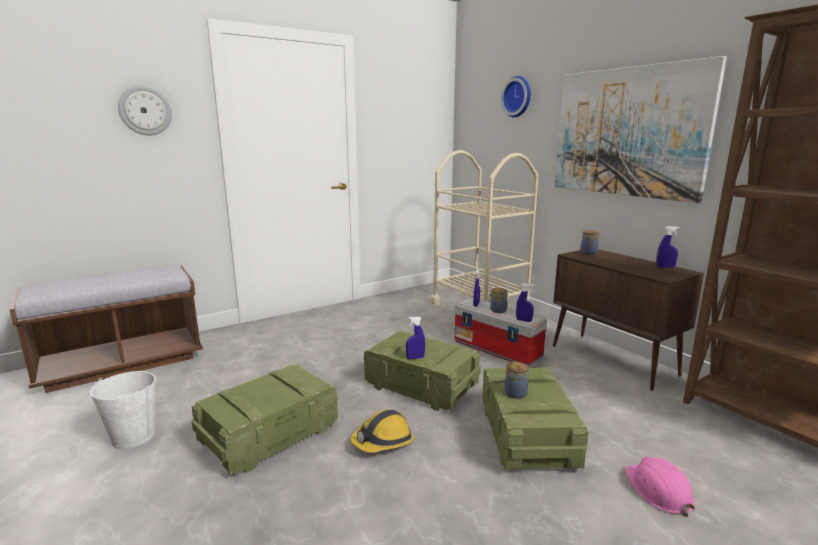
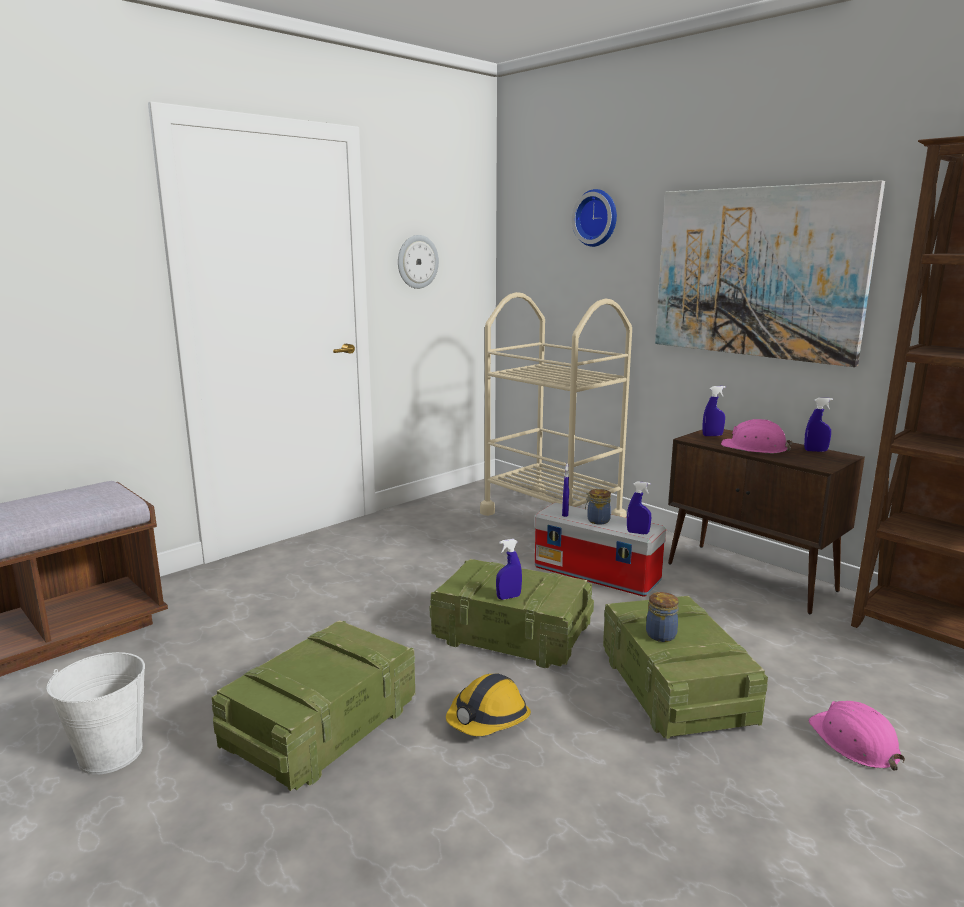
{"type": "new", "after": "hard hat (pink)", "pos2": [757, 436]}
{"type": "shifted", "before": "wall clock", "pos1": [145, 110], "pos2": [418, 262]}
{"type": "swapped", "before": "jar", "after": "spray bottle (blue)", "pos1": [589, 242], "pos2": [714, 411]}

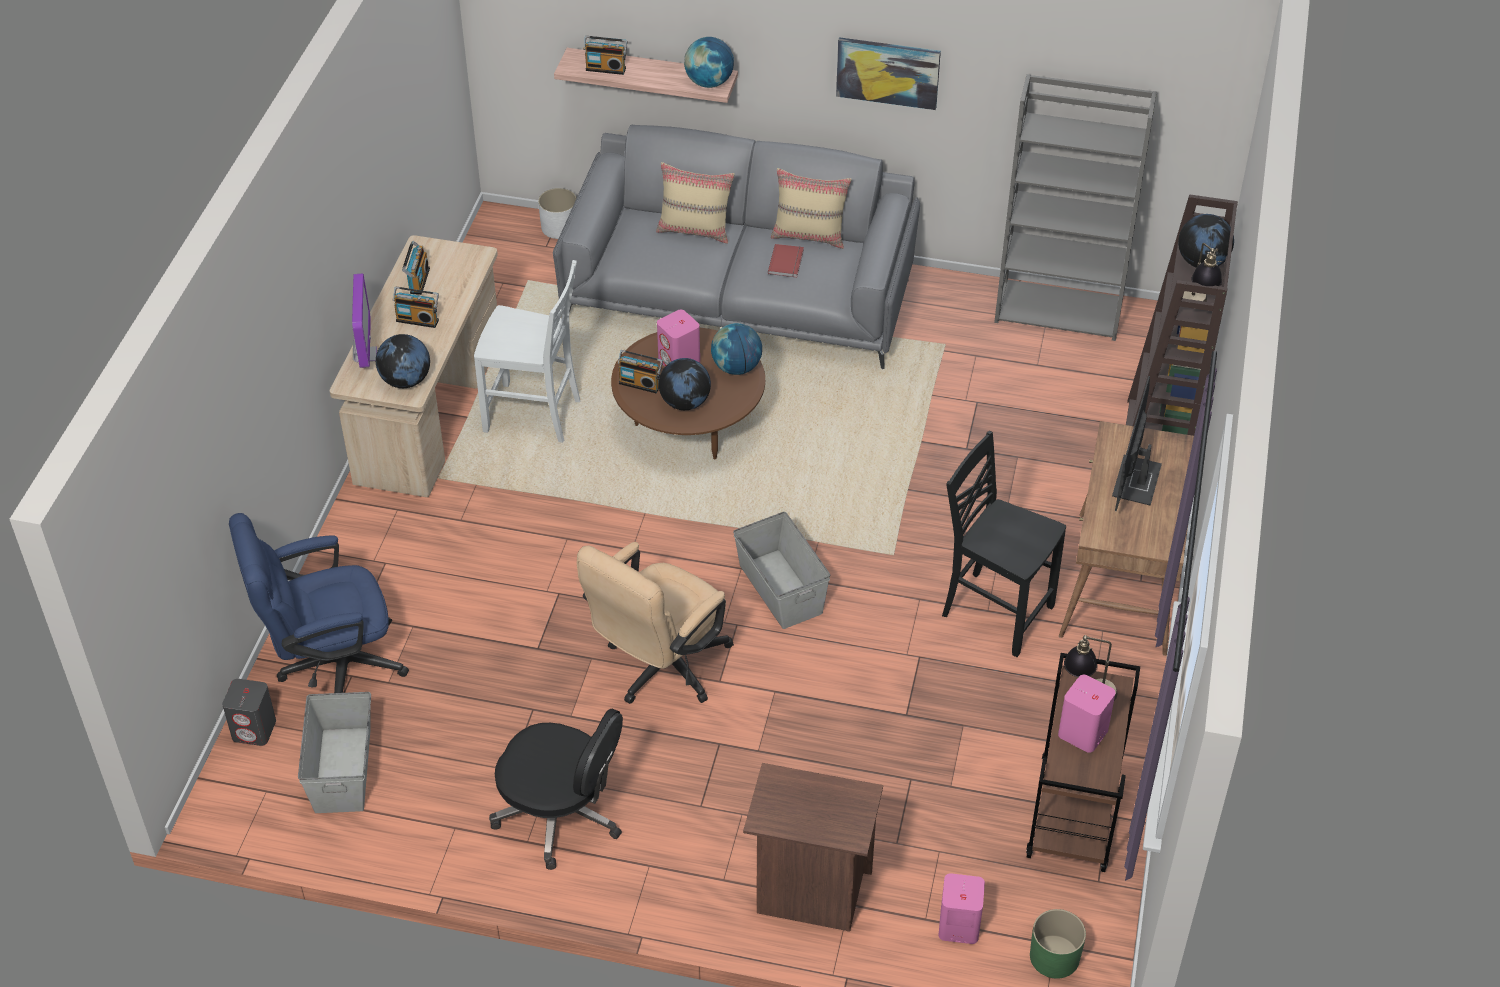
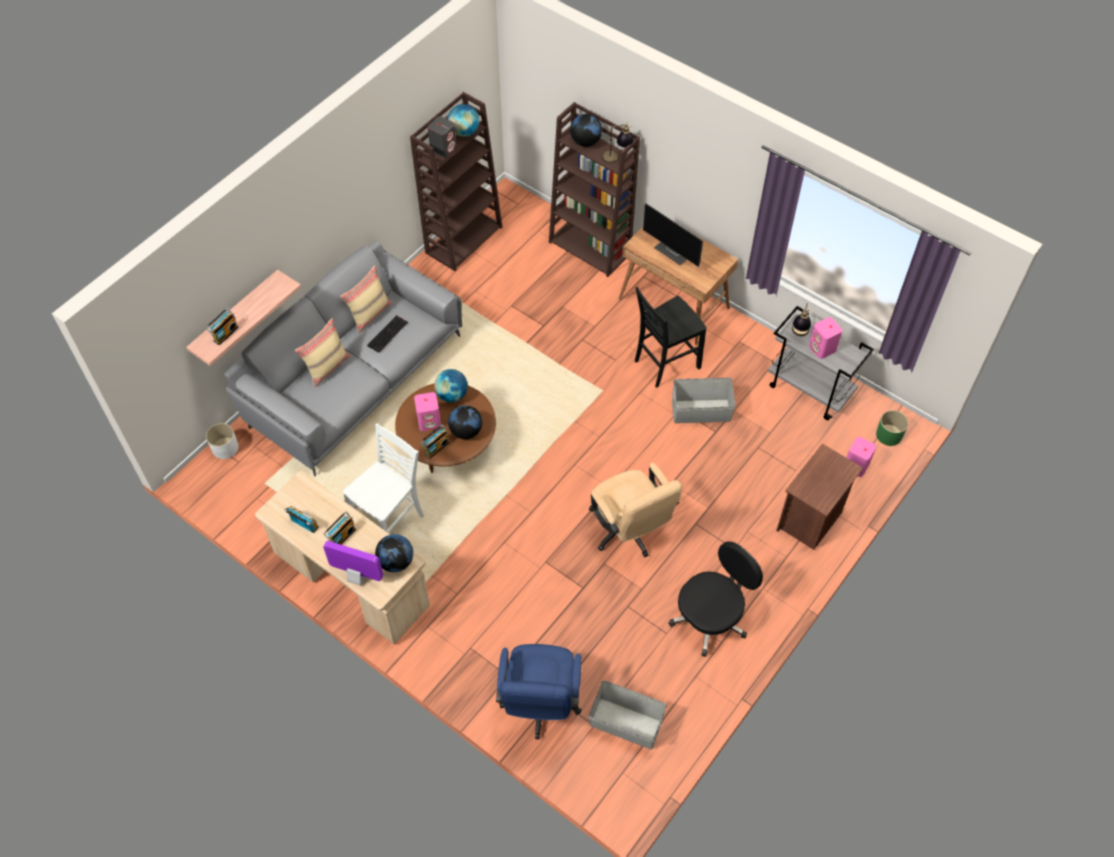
{"type": "gone", "before": "picture", "pos1": [888, 73]}
{"type": "shifted", "before": "speaker (grey)", "pos1": [249, 712], "pos2": [442, 137]}
{"type": "shifted", "before": "globe", "pos1": [709, 62], "pos2": [463, 120]}
{"type": "shifted", "before": "storage box (grey)", "pos1": [781, 570], "pos2": [704, 400]}
{"type": "swapped", "before": "book (red)", "after": "keyboard", "pos1": [786, 260], "pos2": [387, 334]}
{"type": "repainted", "before": "bookcase (grey)", "after": "bookcase (brown)", "pos1": [1075, 207], "pos2": [456, 181]}
{"type": "repainted", "before": "cart (brown)", "after": "cart (grey)", "pos1": [1083, 762], "pos2": [821, 363]}

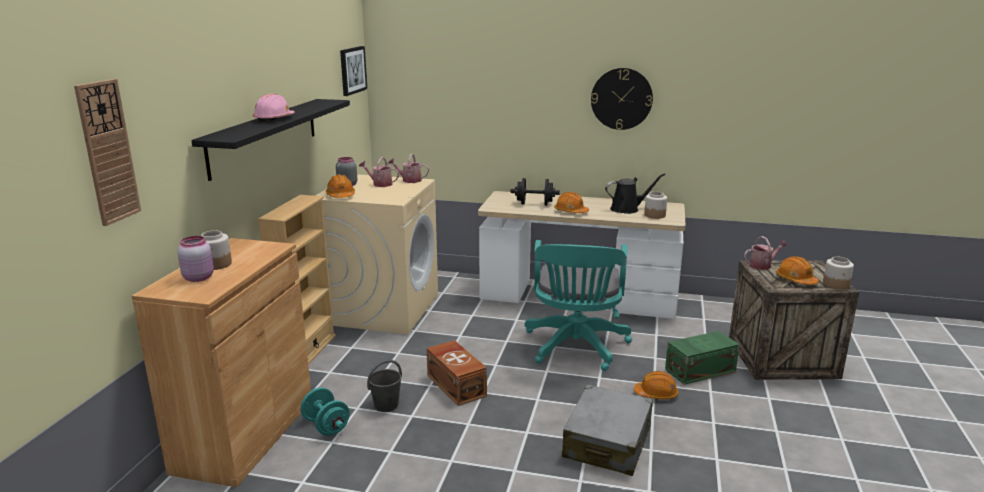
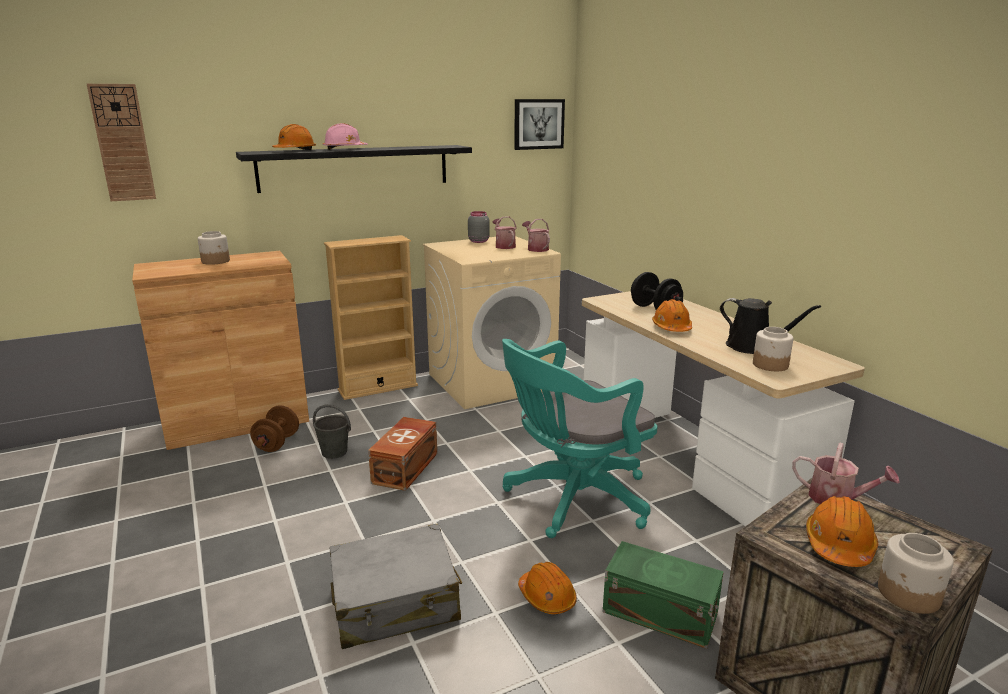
{"type": "gone", "before": "jar (pink)", "pos1": [196, 259]}
{"type": "gone", "before": "wall clock", "pos1": [622, 99]}
{"type": "shifted", "before": "hard hat (orange)", "pos1": [340, 186], "pos2": [294, 137]}
{"type": "repainted", "before": "dumbbell (turquoise)", "after": "dumbbell (brown)", "pos1": [325, 411], "pos2": [274, 428]}

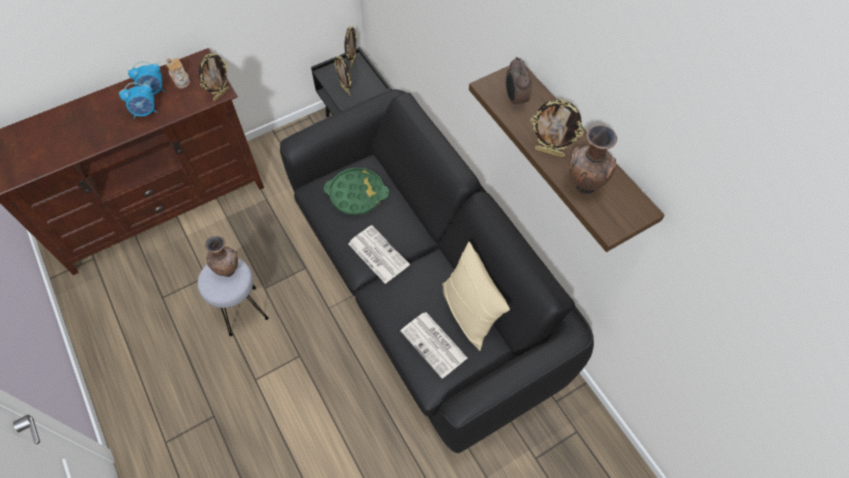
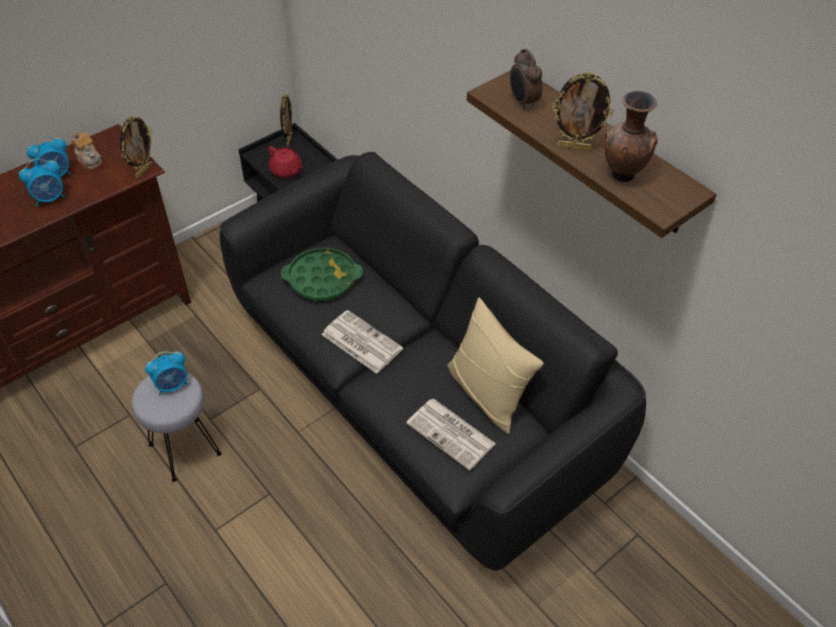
{"type": "swapped", "before": "vase (brown)", "after": "alarm clock", "pos1": [221, 256], "pos2": [166, 373]}
{"type": "swapped", "before": "picture frame", "after": "teapot (red)", "pos1": [343, 76], "pos2": [285, 162]}

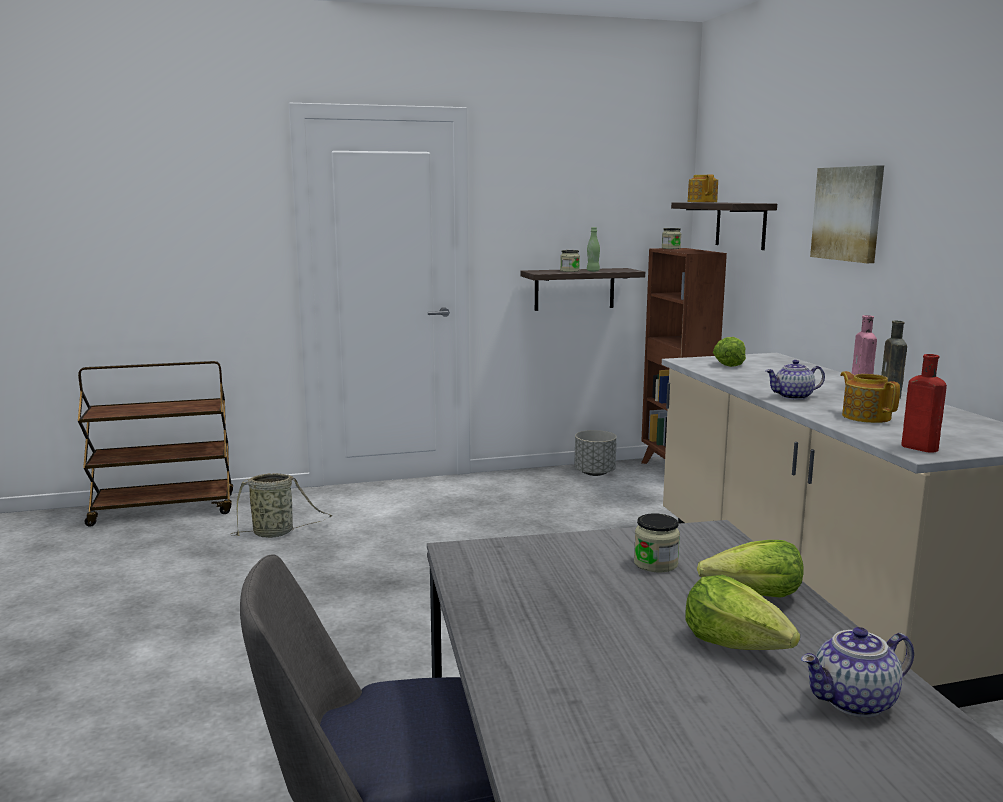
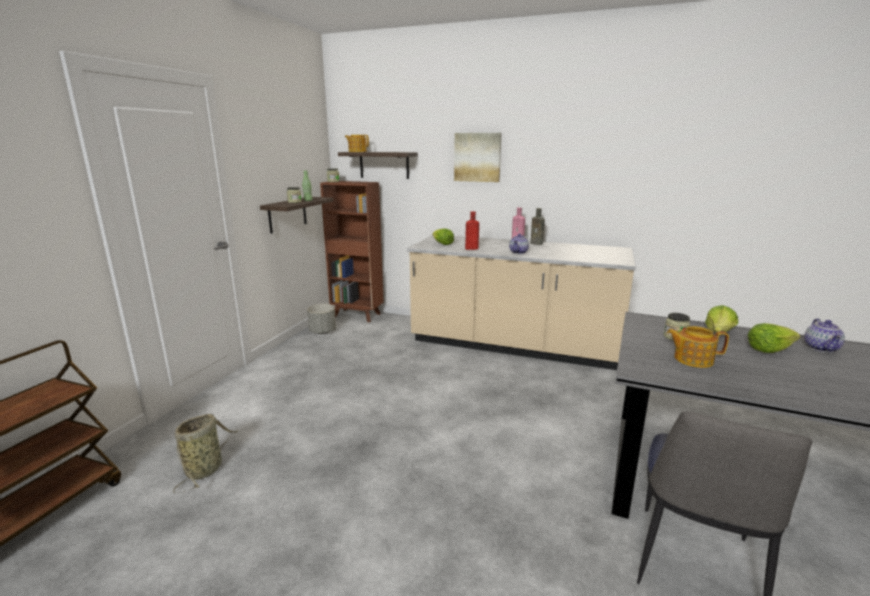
{"type": "shifted", "before": "teapot", "pos1": [870, 397], "pos2": [698, 347]}
{"type": "shifted", "before": "bottle (red)", "pos1": [924, 403], "pos2": [472, 230]}

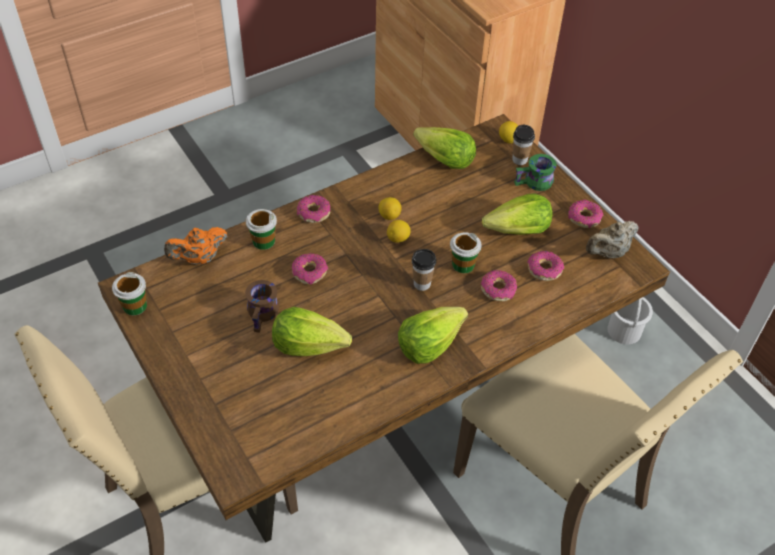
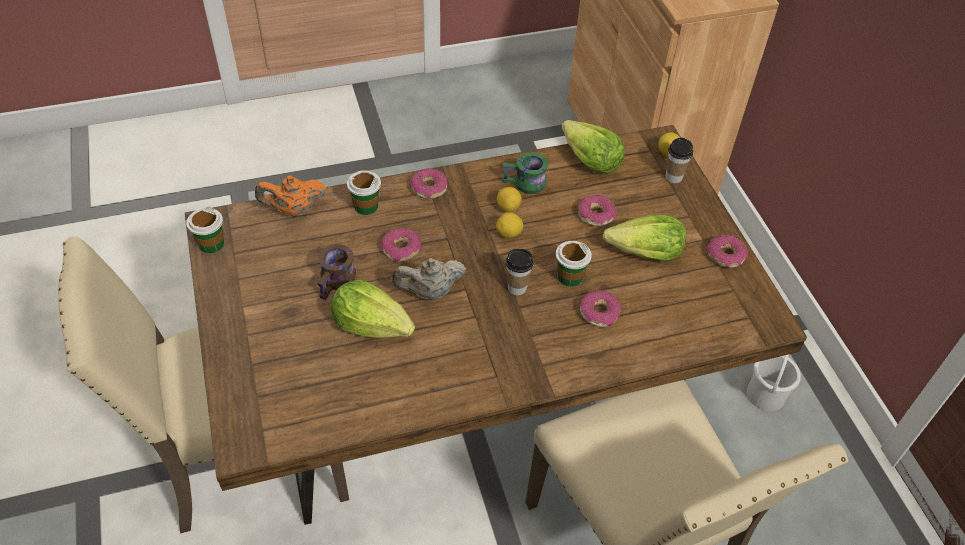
{"type": "gone", "before": "lettuce", "pos1": [433, 335]}
{"type": "shifted", "before": "mug (green)", "pos1": [535, 172], "pos2": [525, 173]}
{"type": "shifted", "before": "donut", "pos1": [545, 266], "pos2": [597, 210]}
{"type": "shifted", "before": "teapot (beige)", "pos1": [612, 239], "pos2": [429, 279]}

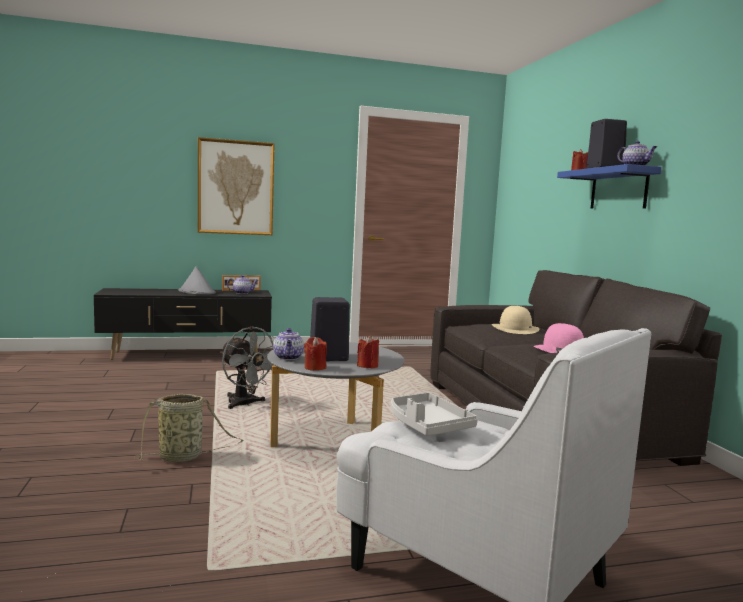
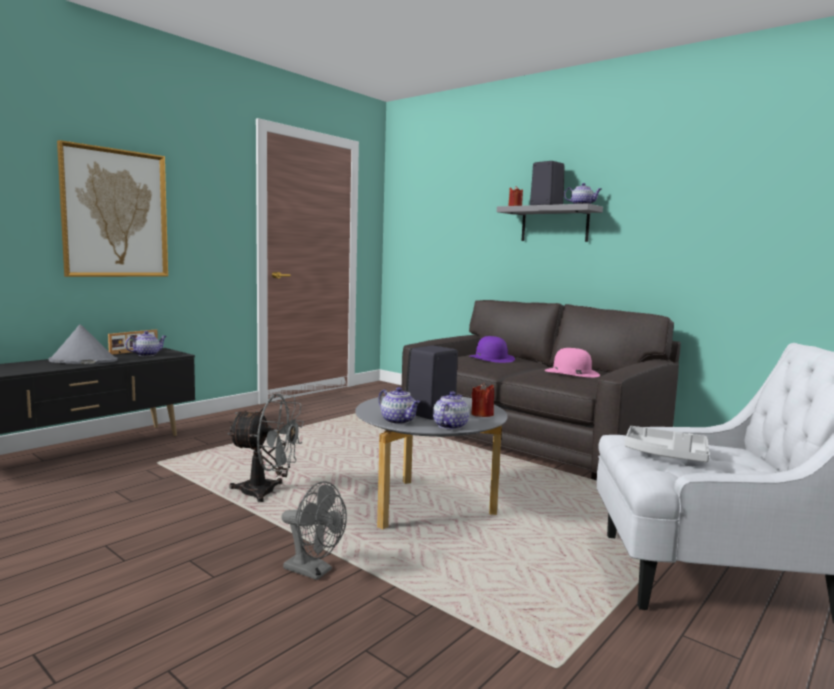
{"type": "swapped", "before": "basket", "after": "fan (grey)", "pos1": [189, 428], "pos2": [314, 530]}
{"type": "swapped", "before": "candle (red)", "after": "teapot", "pos1": [315, 354], "pos2": [451, 410]}
{"type": "repainted", "before": "hat (beige)", "after": "hat (purple)", "pos1": [516, 320], "pos2": [492, 349]}
{"type": "repainted", "before": "shelf (blue)", "after": "shelf (grey)", "pos1": [609, 186], "pos2": [550, 222]}

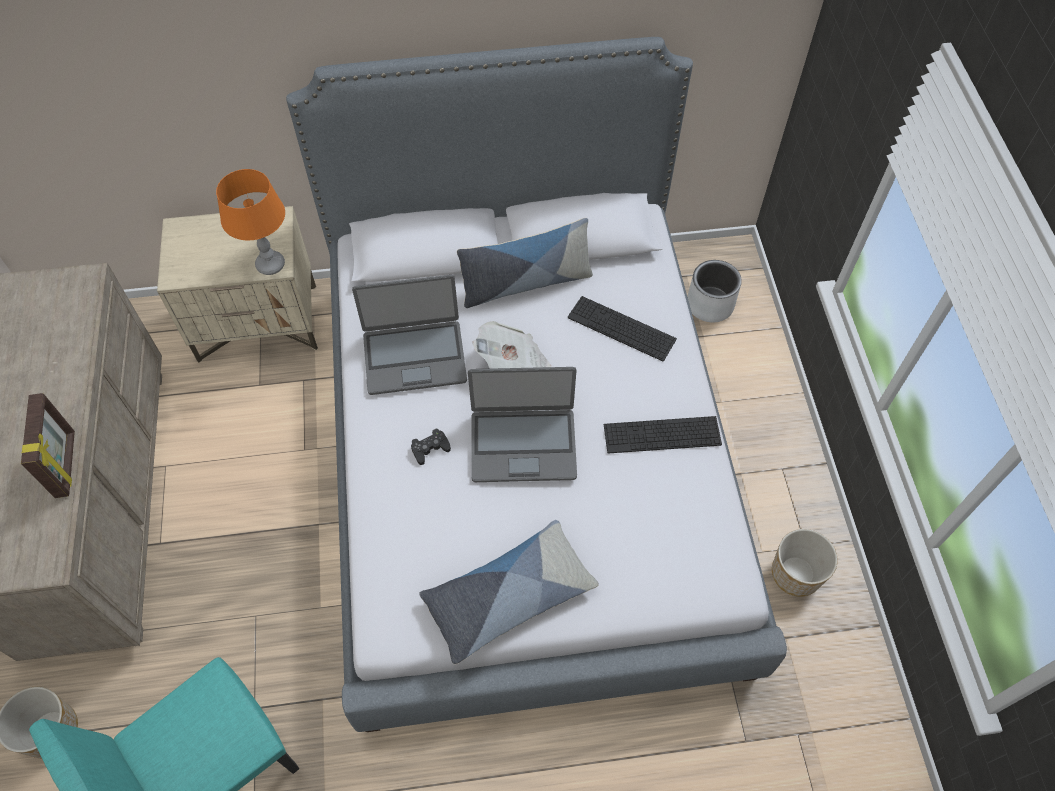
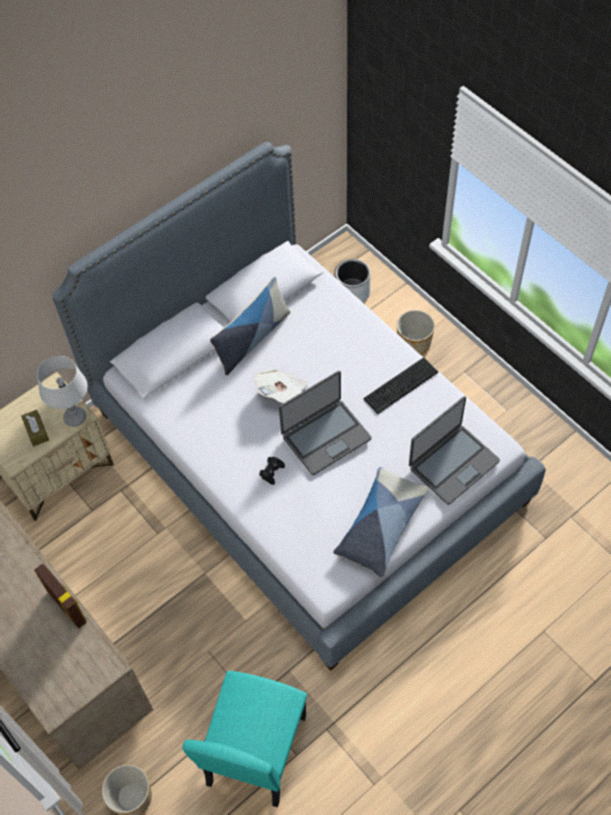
{"type": "gone", "before": "keyboard", "pos1": [622, 329]}
{"type": "new", "after": "tissue box (brown)", "pos2": [35, 428]}
{"type": "shifted", "before": "laptop", "pos1": [409, 335], "pos2": [454, 450]}
{"type": "shifted", "before": "planter", "pos1": [805, 563], "pos2": [416, 332]}
{"type": "repainted", "before": "table lamp (orange)", "after": "table lamp (grey)", "pos1": [250, 222], "pos2": [62, 391]}

